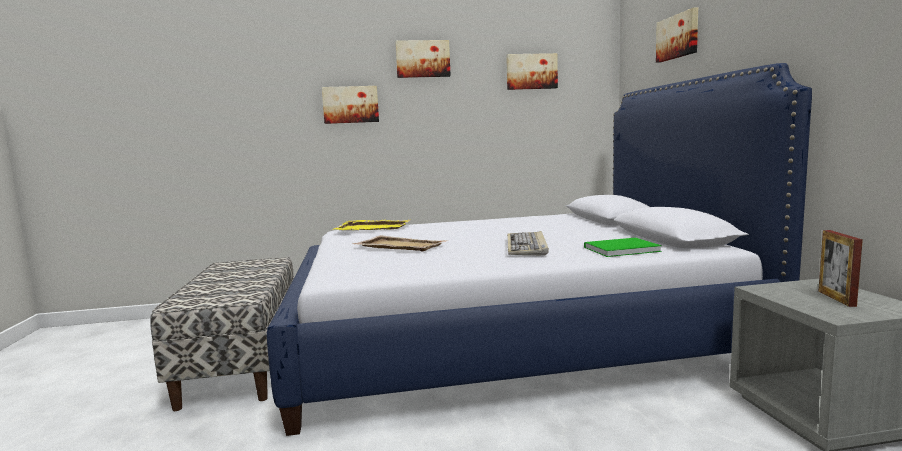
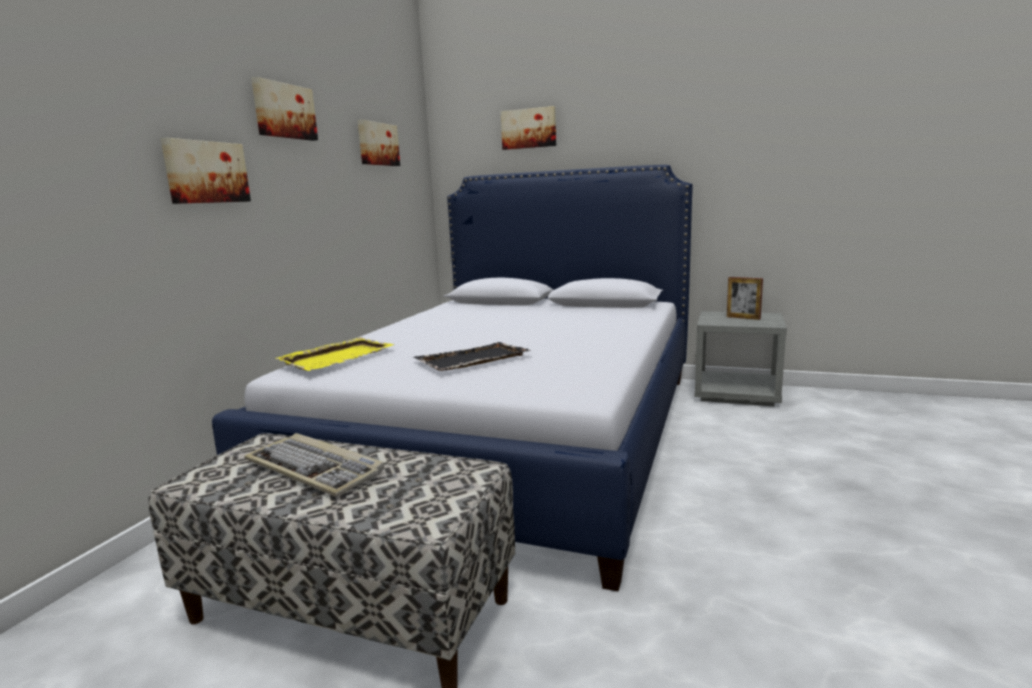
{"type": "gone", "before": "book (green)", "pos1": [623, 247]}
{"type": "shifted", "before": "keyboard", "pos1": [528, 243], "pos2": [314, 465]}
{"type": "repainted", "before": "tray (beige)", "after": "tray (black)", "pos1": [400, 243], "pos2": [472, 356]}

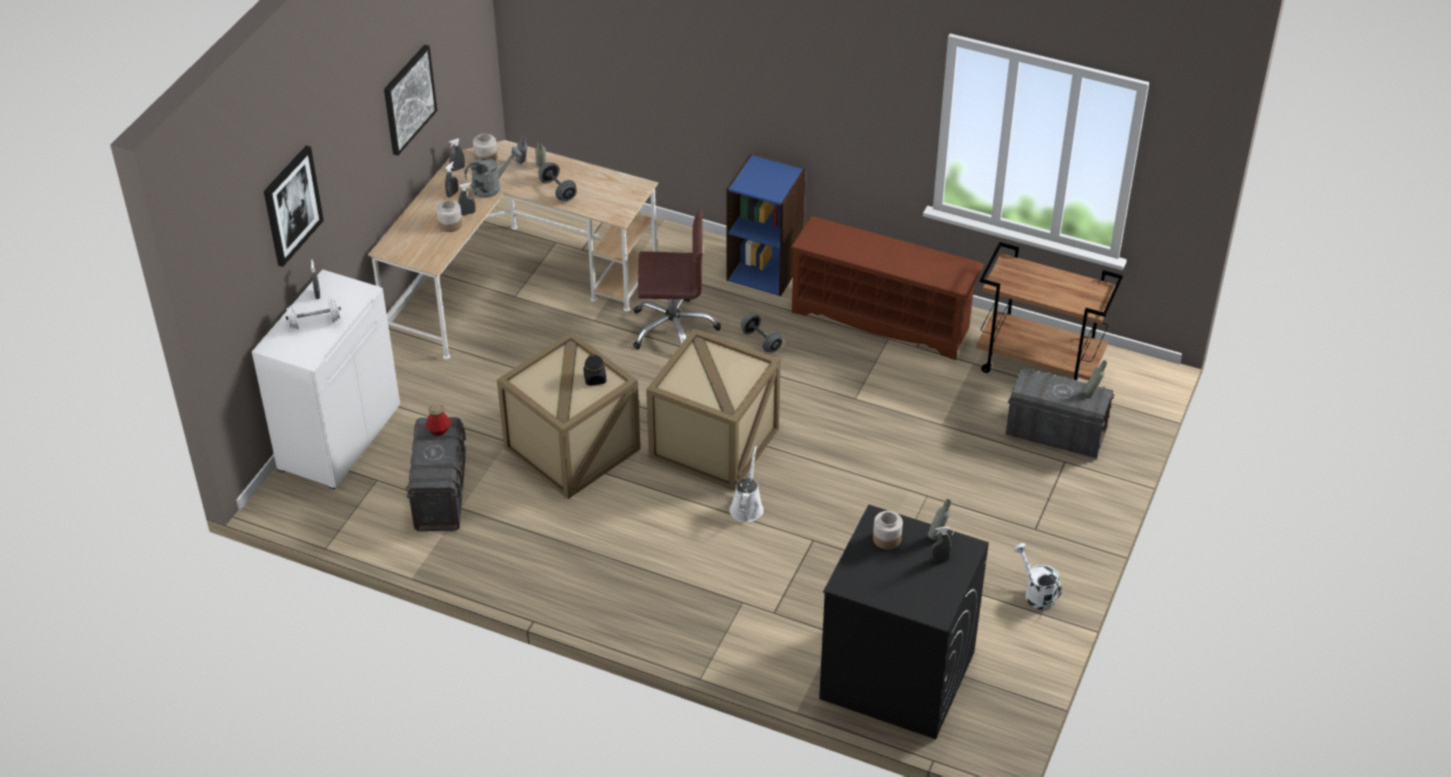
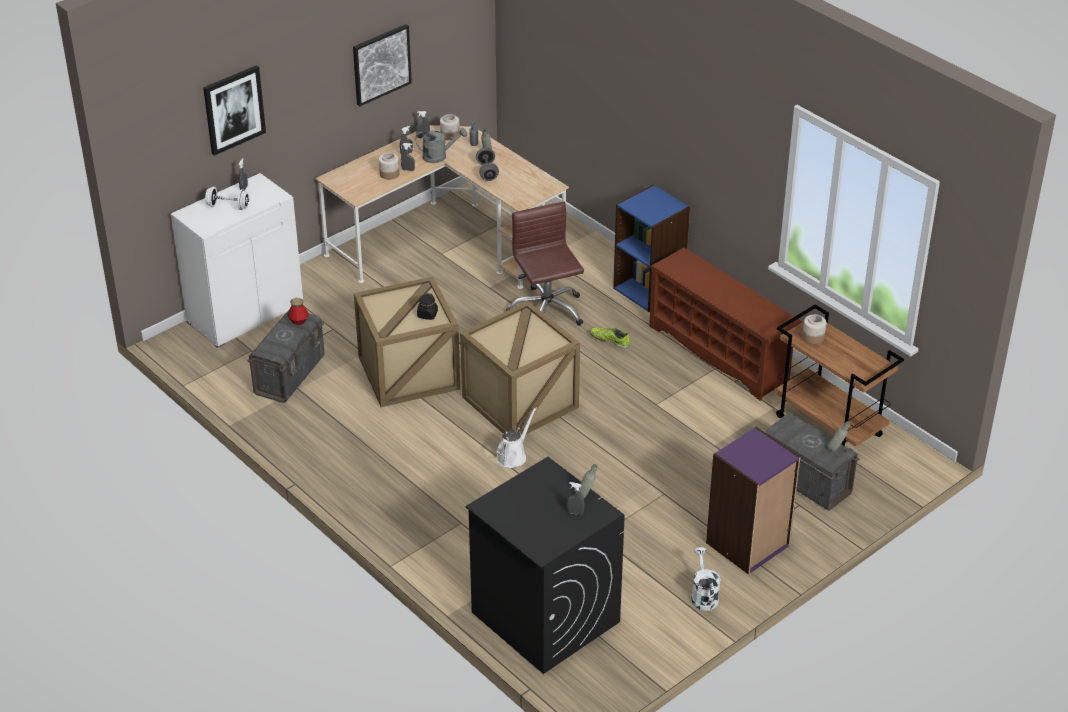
{"type": "new", "after": "bookcase (purple)", "pos2": [753, 501]}
{"type": "shifted", "before": "jar", "pos1": [888, 530], "pos2": [814, 329]}
{"type": "swapped", "before": "dumbbell (grey)", "after": "shoe", "pos1": [762, 333], "pos2": [610, 338]}
{"type": "rotated", "before": "office chair (brown)", "pos1": [677, 279], "pos2": [545, 263], "turn": -135}

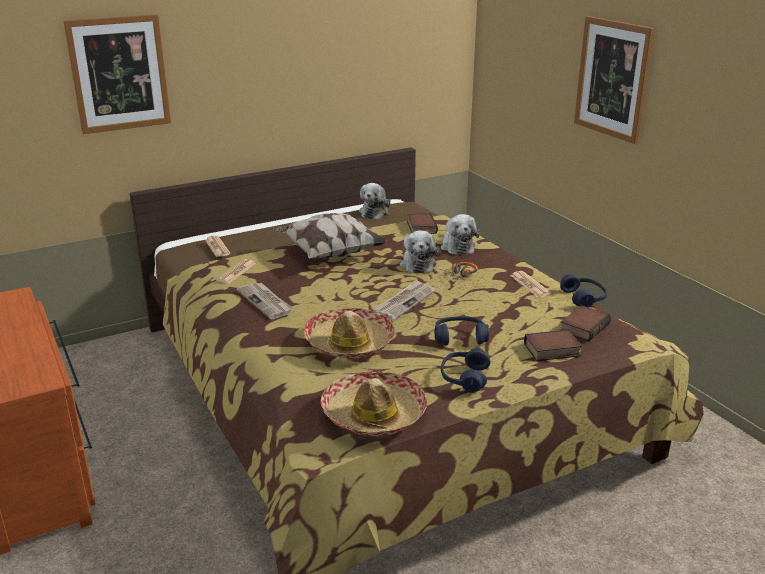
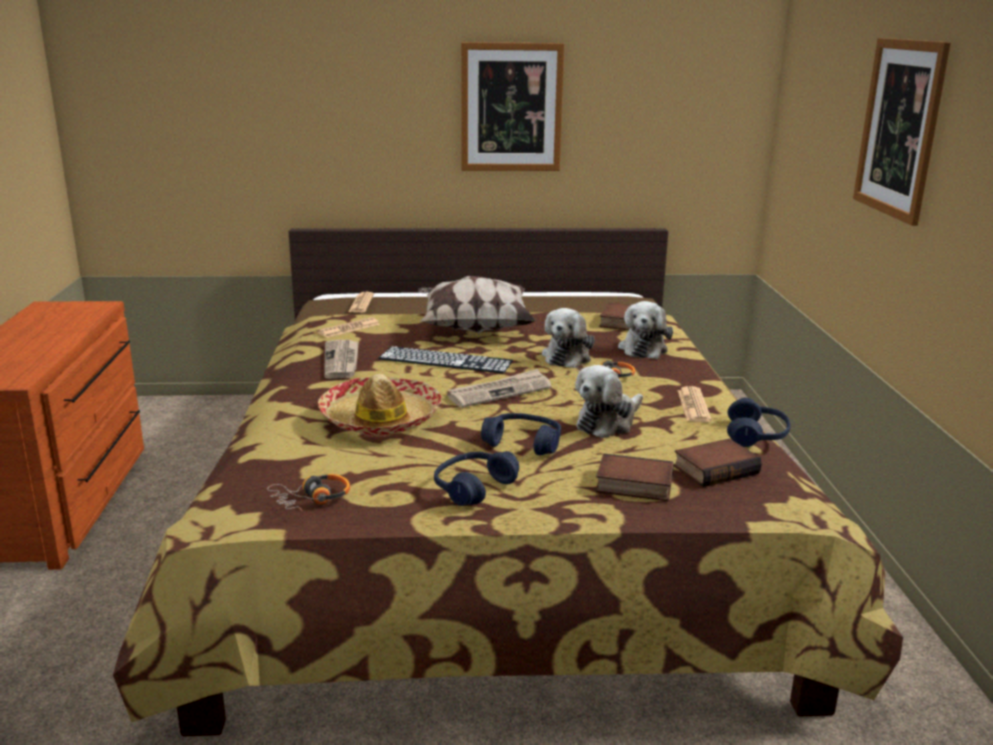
{"type": "new", "after": "keyboard", "pos2": [445, 359]}
{"type": "shifted", "before": "picture", "pos1": [117, 74], "pos2": [512, 106]}
{"type": "shifted", "before": "plush toy", "pos1": [375, 201], "pos2": [609, 401]}
{"type": "swapped", "before": "hat", "after": "headphones", "pos1": [374, 403], "pos2": [308, 492]}

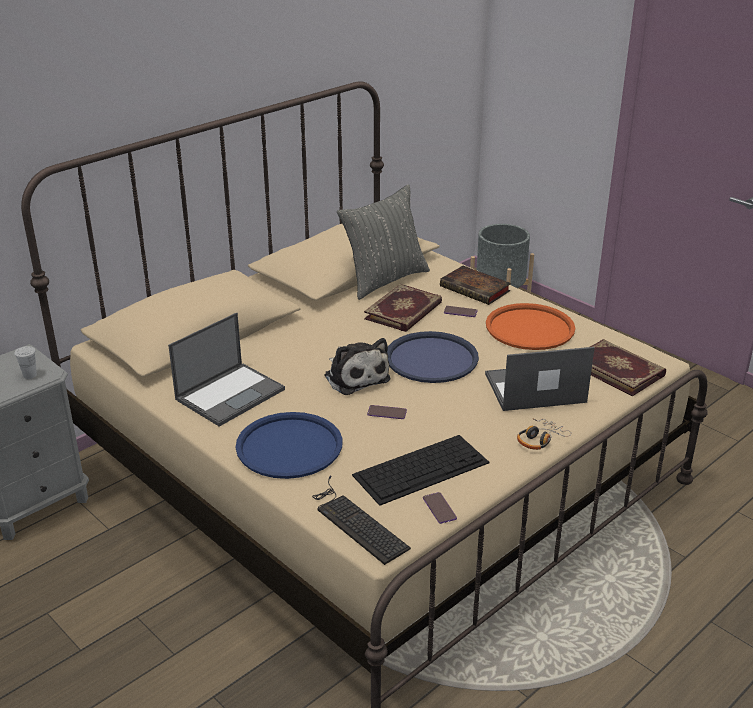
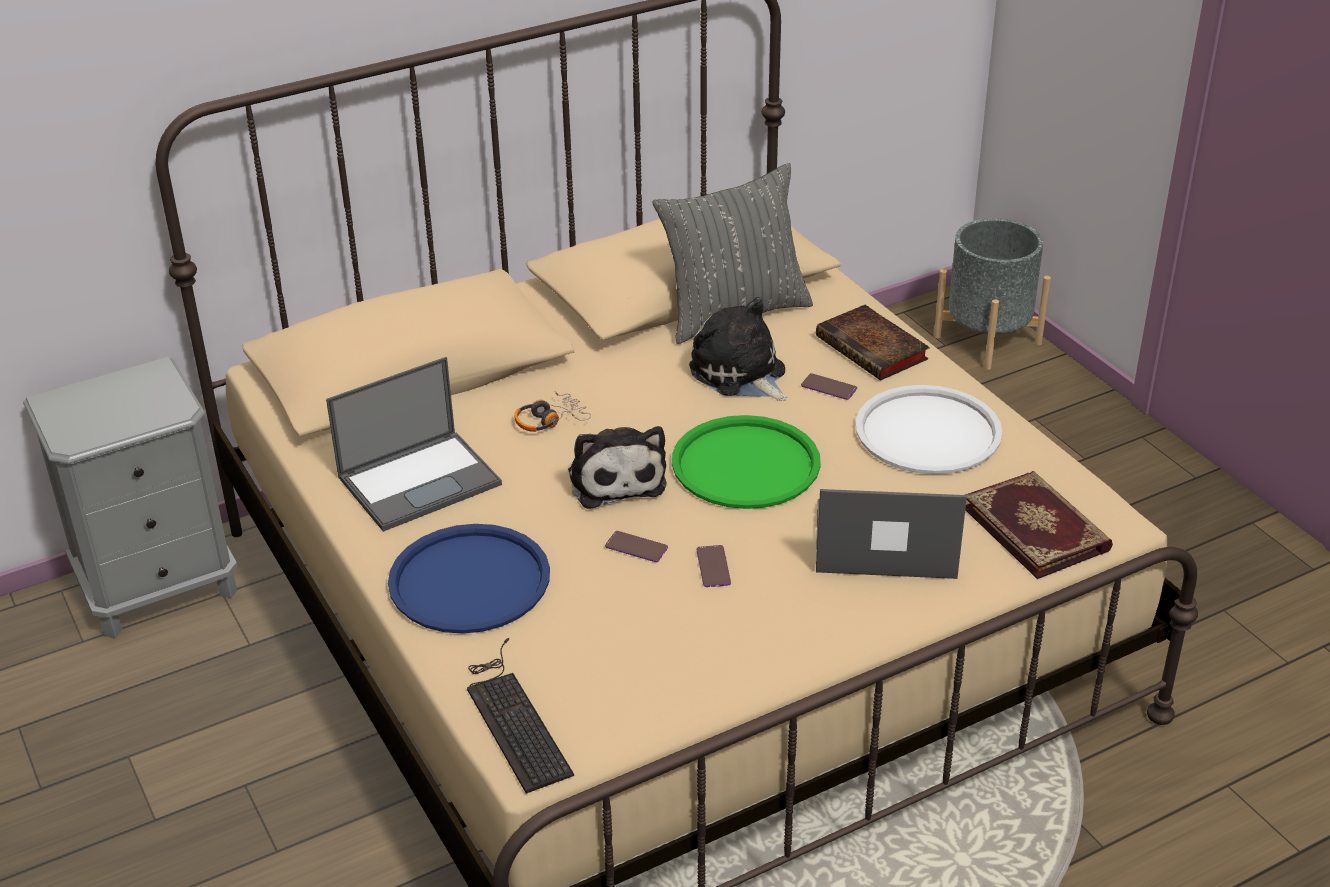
{"type": "gone", "before": "cup (white)", "pos1": [25, 362]}
{"type": "gone", "before": "keyboard", "pos1": [421, 470]}
{"type": "shifted", "before": "phone", "pos1": [440, 508], "pos2": [714, 566]}
{"type": "shifted", "before": "headphones", "pos1": [544, 434], "pos2": [552, 411]}
{"type": "swapped", "before": "book", "after": "plush toy", "pos1": [403, 308], "pos2": [738, 349]}
{"type": "repainted", "before": "tray (blue)", "after": "tray (green)", "pos1": [433, 357], "pos2": [746, 462]}
{"type": "repainted", "before": "tray (orange)", "after": "tray (white)", "pos1": [530, 326], "pos2": [929, 429]}

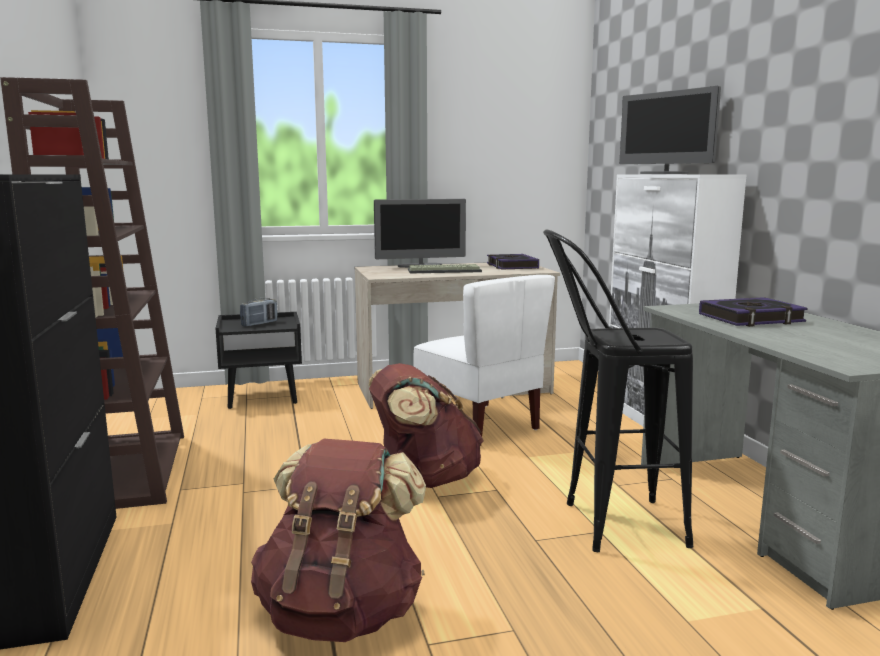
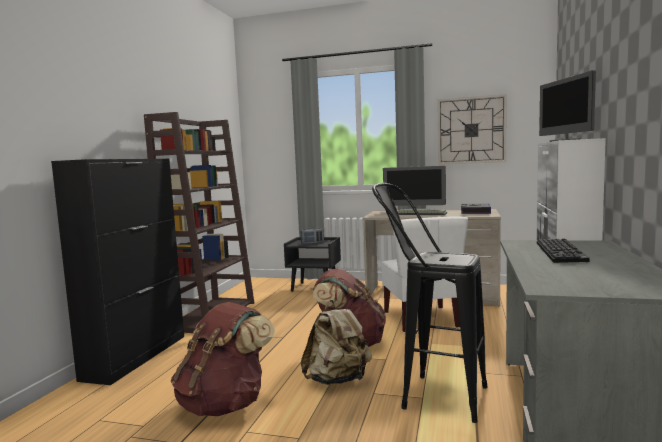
{"type": "new", "after": "backpack (beige)", "pos2": [336, 342]}
{"type": "new", "after": "wall clock", "pos2": [472, 129]}
{"type": "swapped", "before": "book", "after": "keyboard", "pos1": [753, 312], "pos2": [563, 250]}

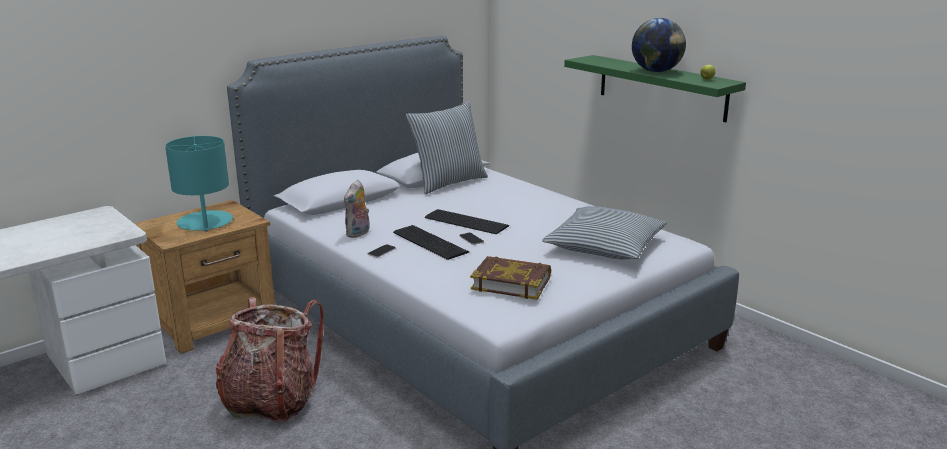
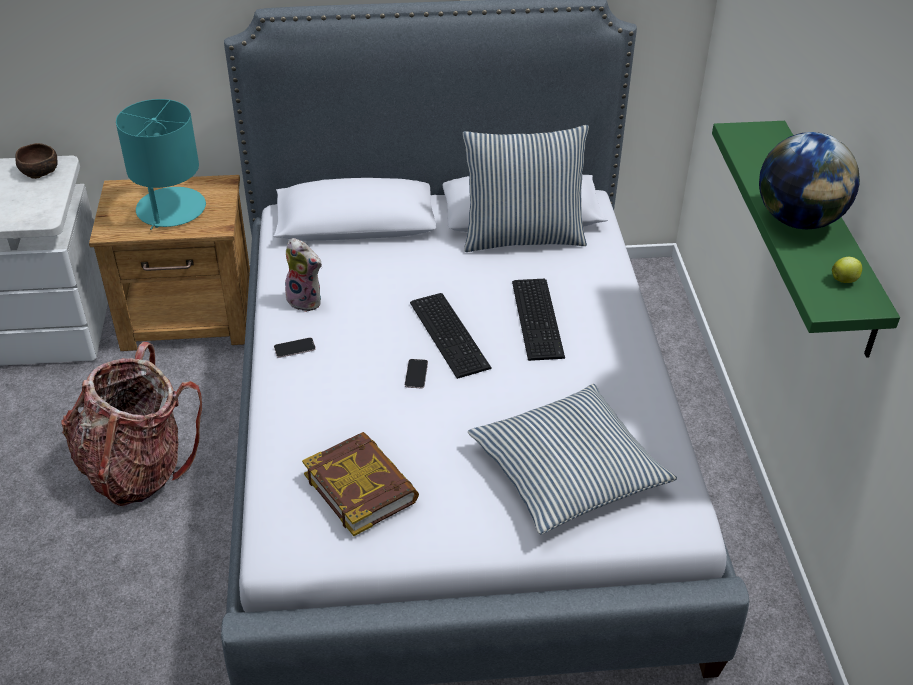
{"type": "new", "after": "bowl (brown)", "pos2": [36, 161]}
{"type": "shifted", "before": "keyboard", "pos1": [431, 242], "pos2": [538, 320]}
{"type": "rotated", "before": "plush toy", "pos1": [357, 209], "pos2": [303, 275], "turn": -120}

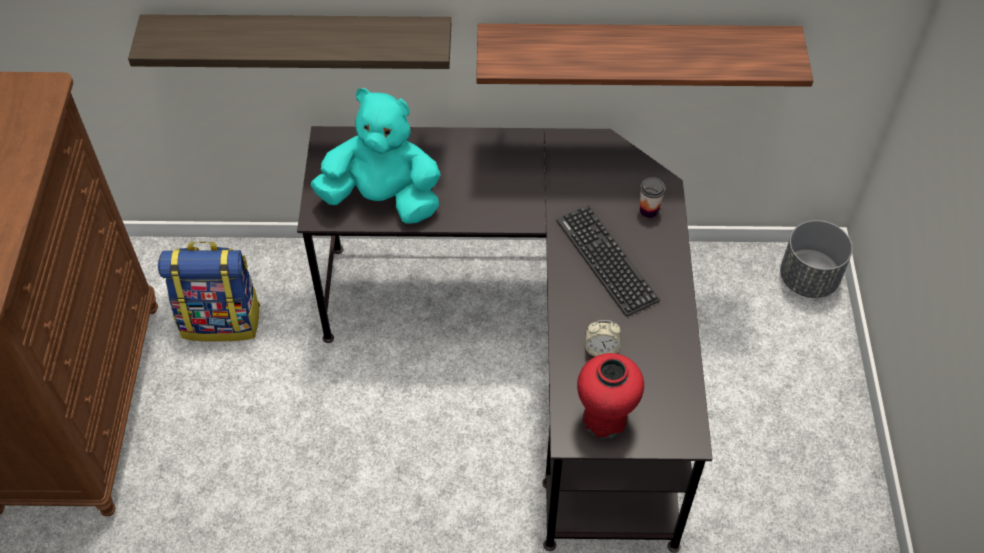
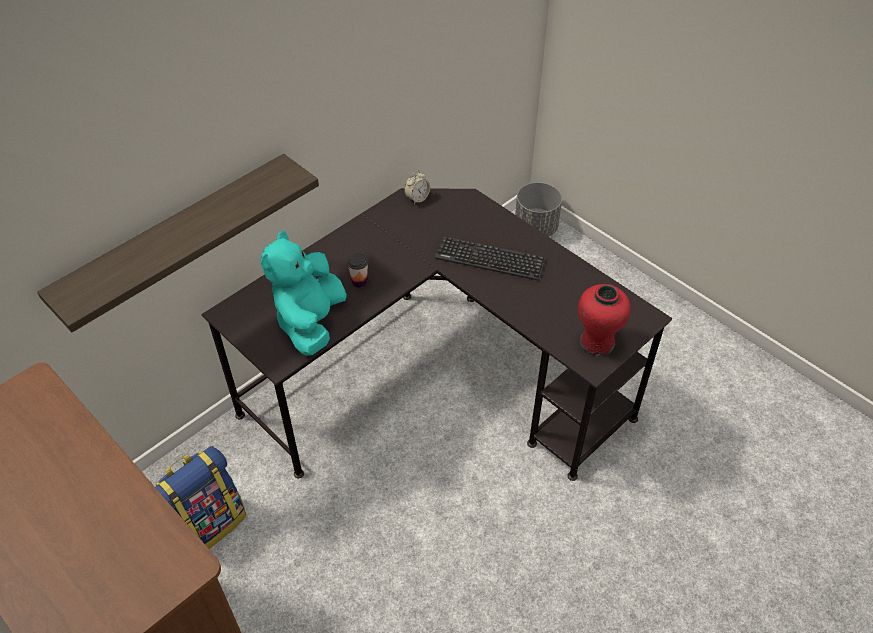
{"type": "gone", "before": "shelf", "pos1": [644, 55]}
{"type": "shifted", "before": "alarm clock", "pos1": [603, 338], "pos2": [417, 187]}
{"type": "shifted", "before": "cup", "pos1": [653, 197], "pos2": [357, 270]}
{"type": "rotated", "before": "plush toy (turquoise)", "pos1": [376, 156], "pos2": [303, 293], "turn": -45}

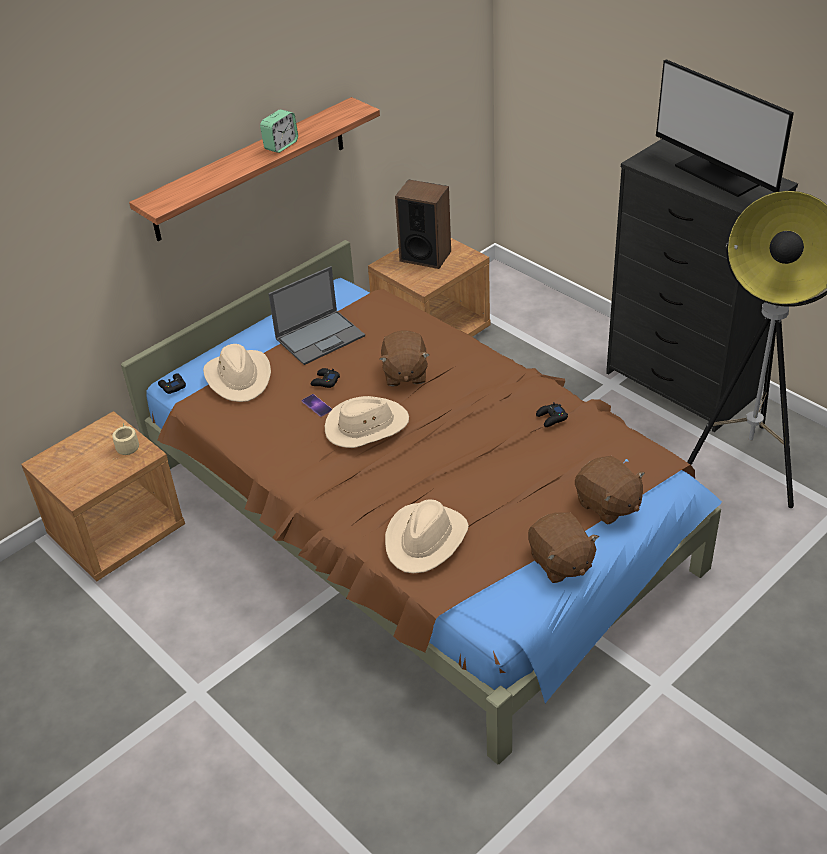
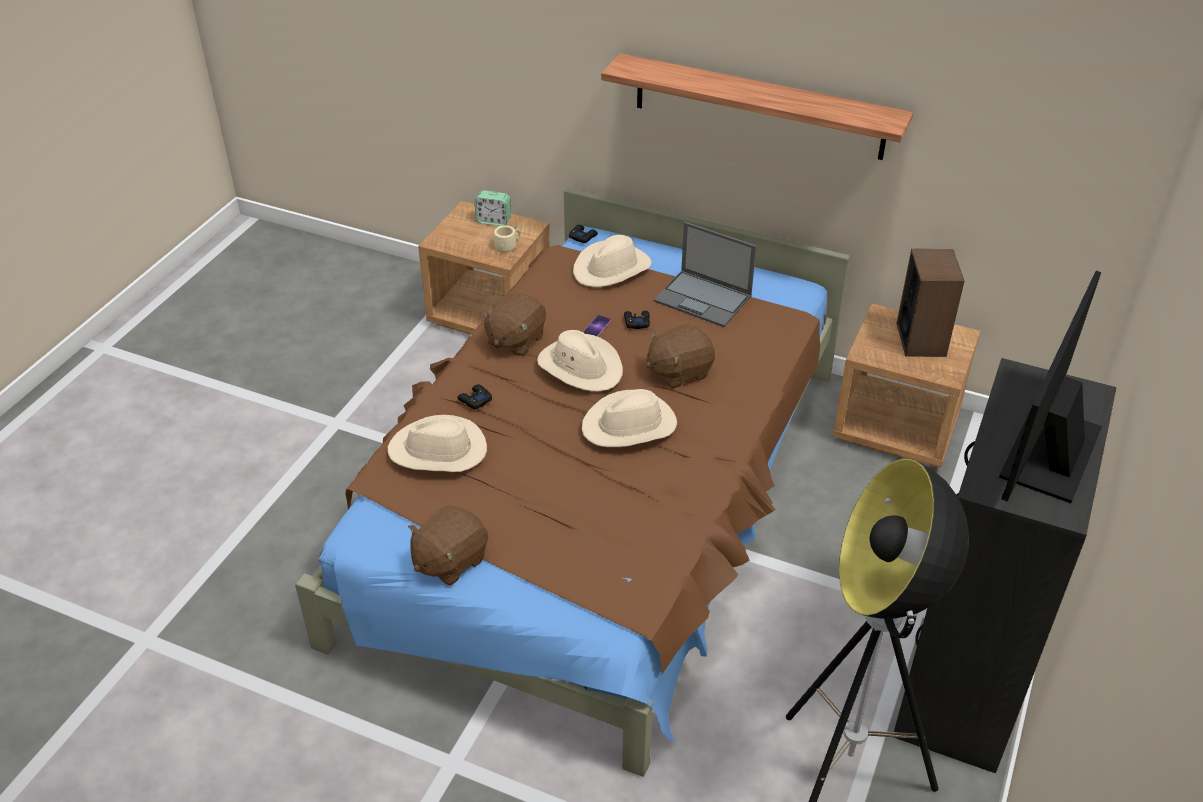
{"type": "new", "after": "hat (beige)", "pos2": [629, 418]}
{"type": "shifted", "before": "alarm clock", "pos1": [279, 131], "pos2": [493, 208]}
{"type": "shifted", "before": "game controller (black)", "pos1": [552, 414], "pos2": [474, 396]}
{"type": "shifted", "before": "plush toy (brown)", "pos1": [610, 490], "pos2": [513, 324]}

